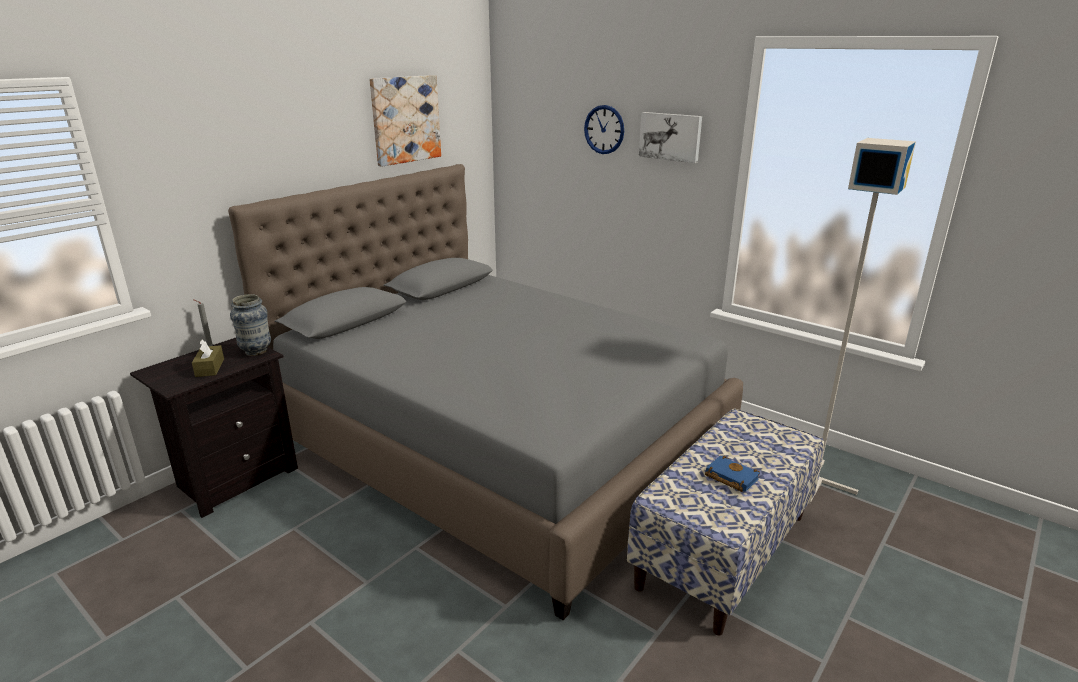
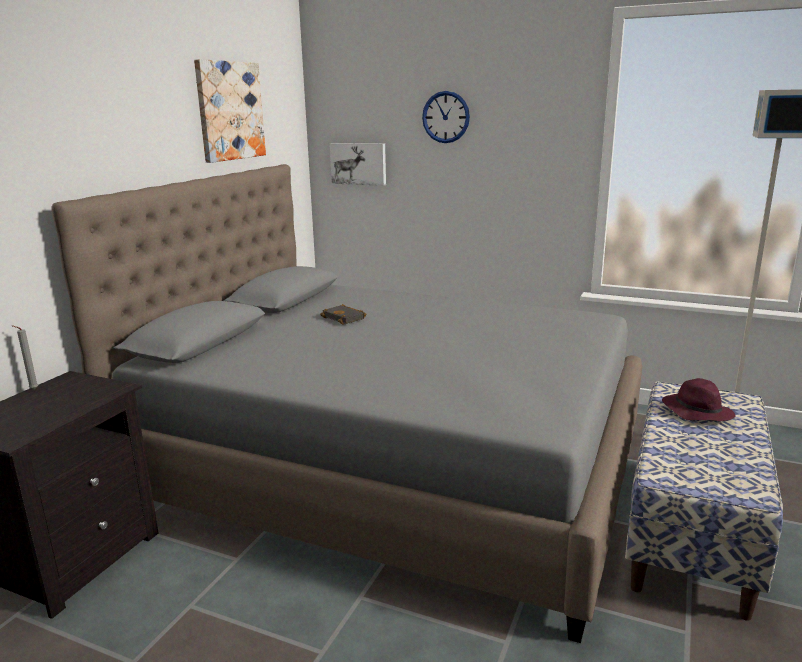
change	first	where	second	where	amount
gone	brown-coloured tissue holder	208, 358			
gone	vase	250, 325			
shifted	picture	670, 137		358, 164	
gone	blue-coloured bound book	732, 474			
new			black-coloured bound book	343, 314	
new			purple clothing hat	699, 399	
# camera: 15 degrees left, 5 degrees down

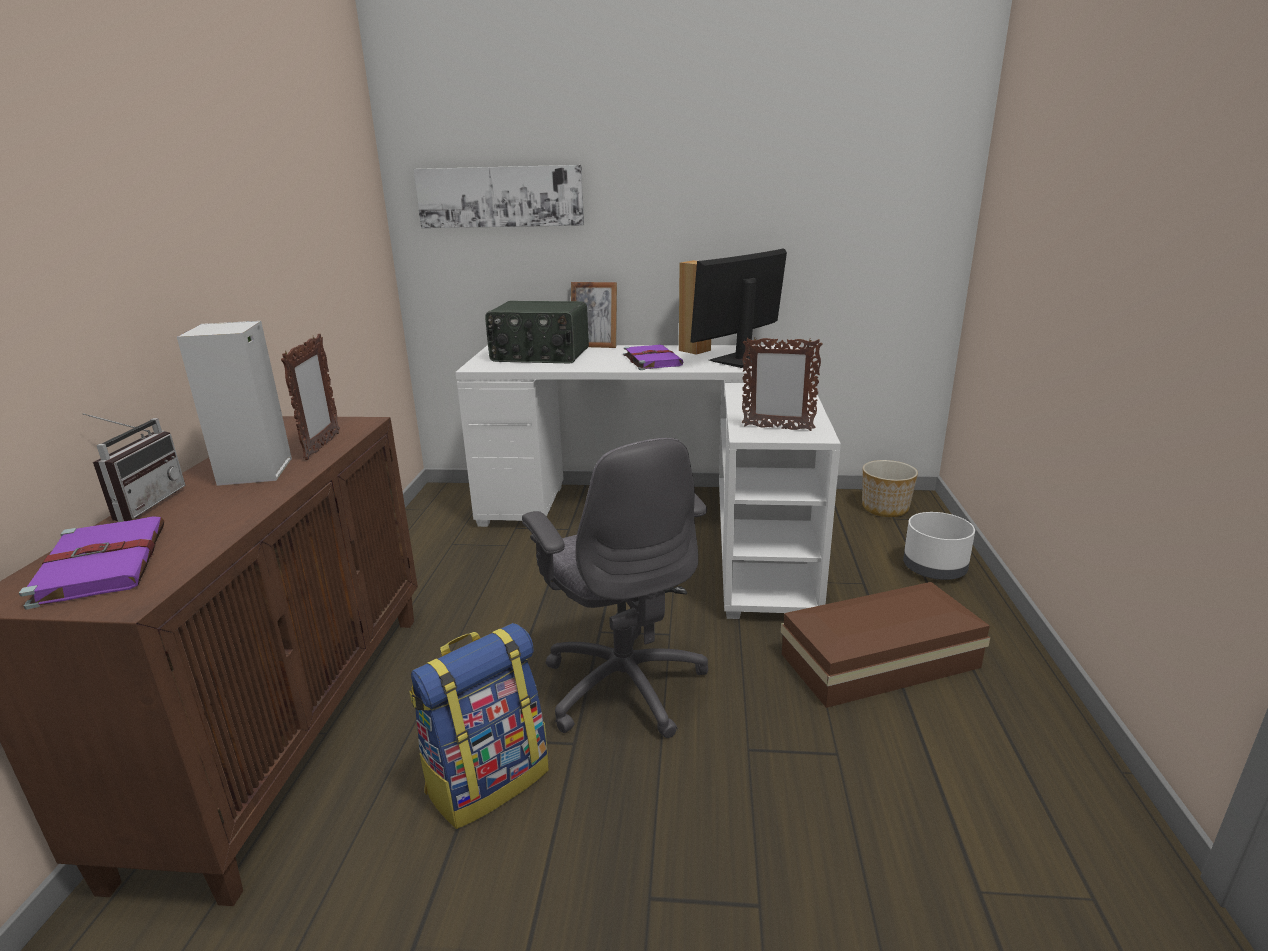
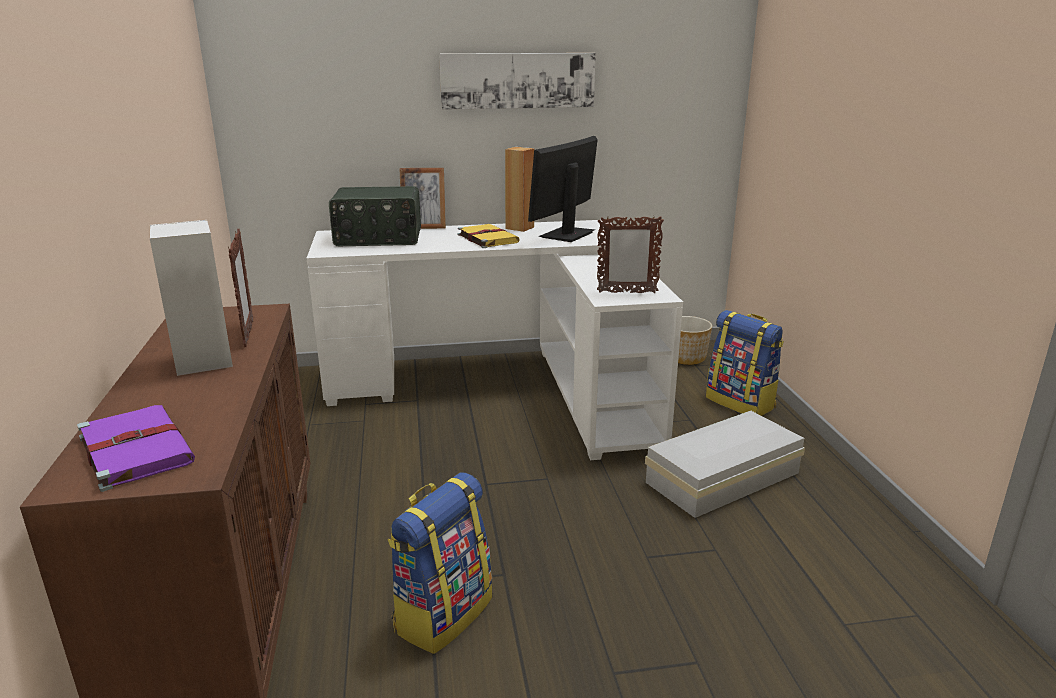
change	first	where	second	where	amount
gone	radio set	134, 467			
shifted	picture	499, 196		517, 81	
gone	gray office chair	615, 588			
repainted	purple bound book	653, 357	yellow bound book	488, 236	
repainted	brown-coloured storage box	885, 645	white-coloured storage box	725, 464	
swapped	white-coloured plant pot	939, 546	knapsack	745, 363	
# camera: 15 degrees left, 0 degrees up

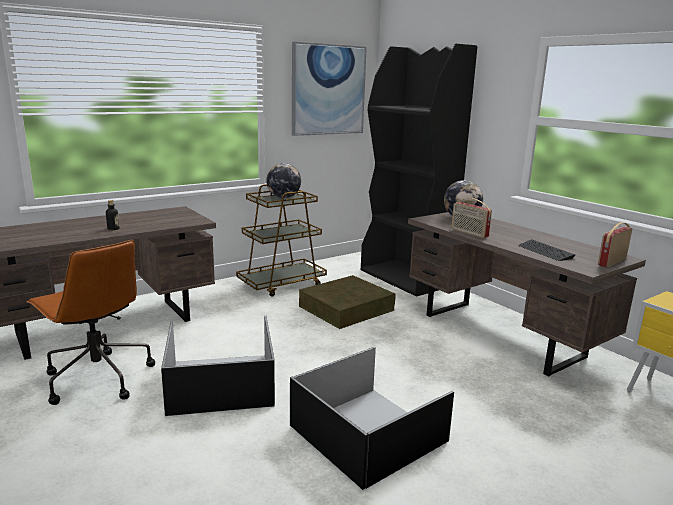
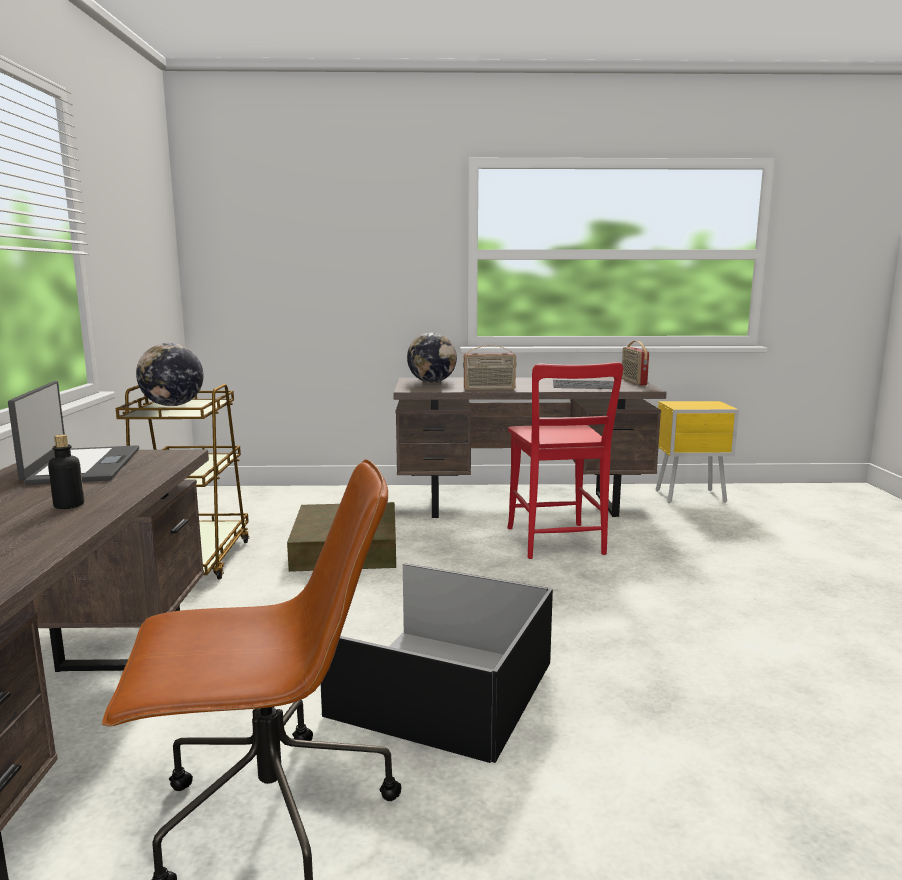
change	first	where	second	where	amount
gone	black-coloured storage box	372, 418			
gone	picture	329, 89			
gone	black-coloured bookshelf	419, 170			
new			portable computer	73, 433	
new			red upright chair	565, 460	
# camera: 55 degrees left, 5 degrees down

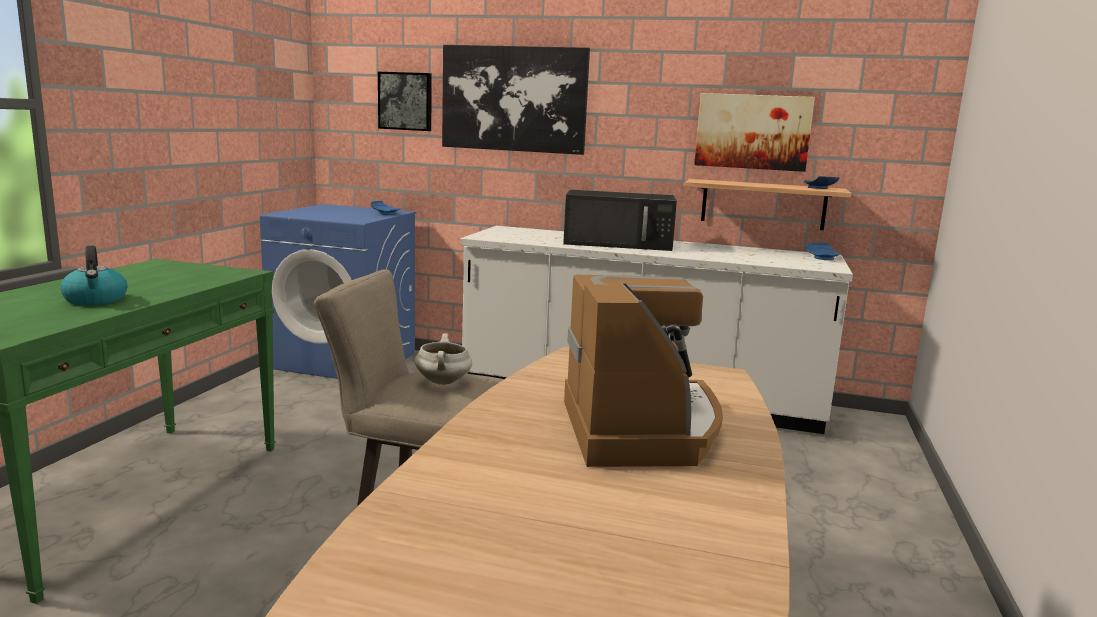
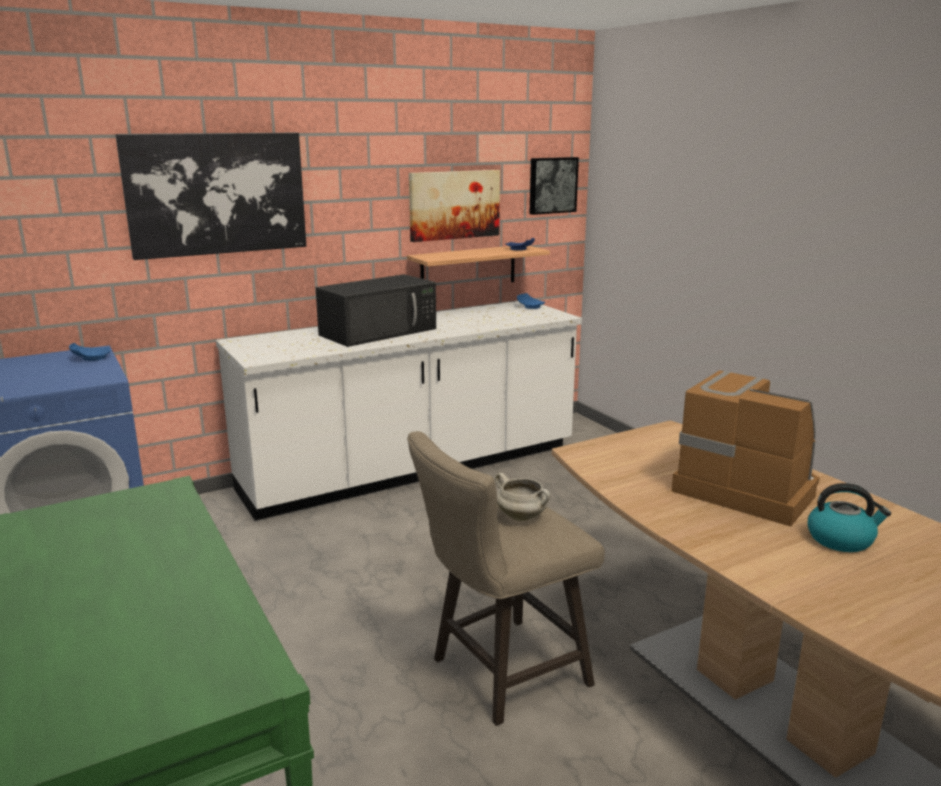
change	first	where	second	where	amount
shifted	kettle	93, 275		849, 517	
shifted	picture	405, 101		554, 186	
# camera: 45 degrees left, 5 degrees up

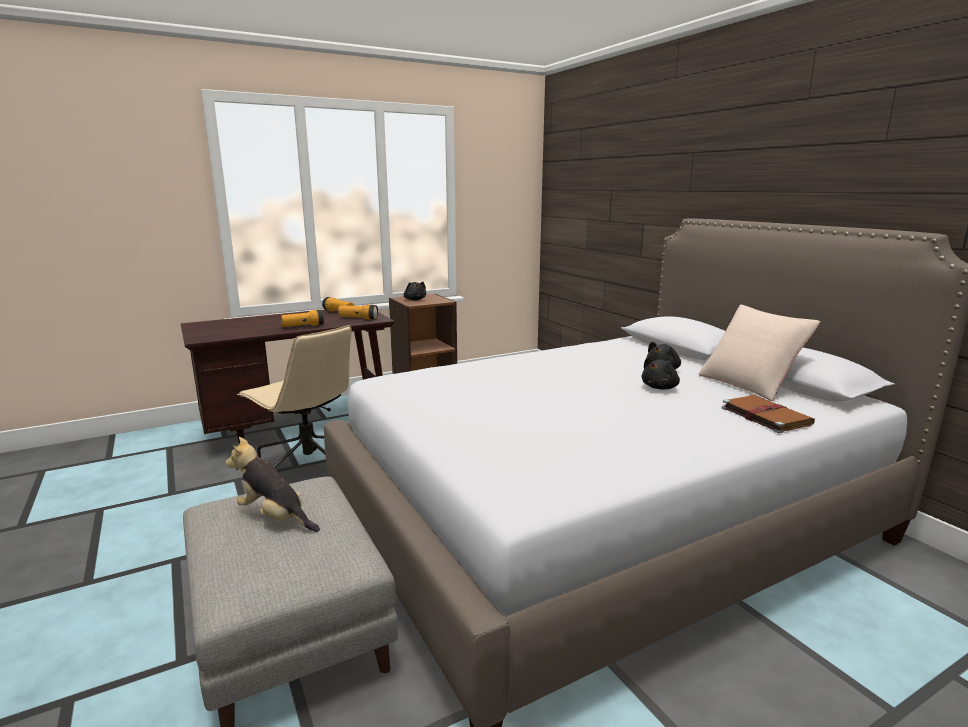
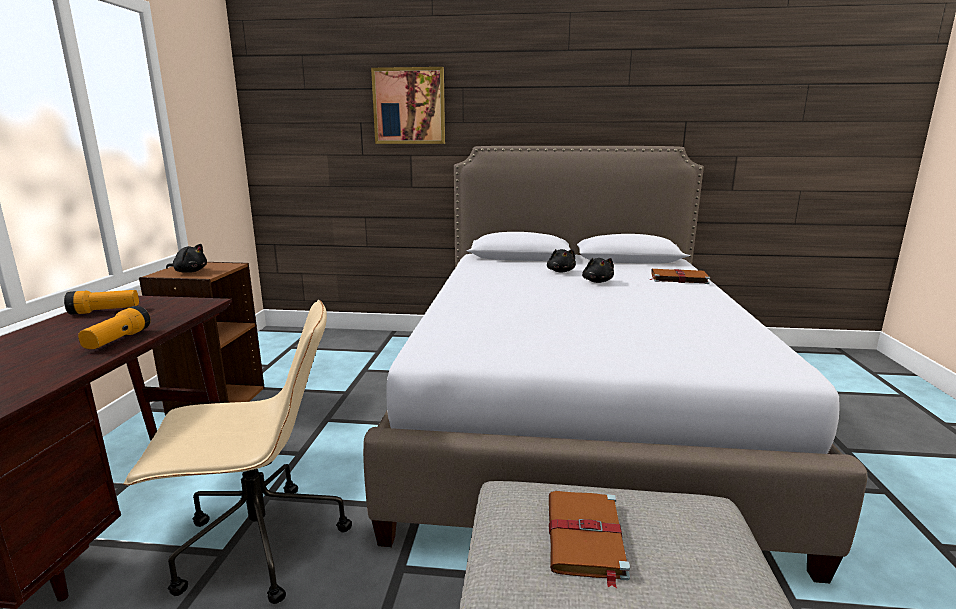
change	first	where	second	where	amount
swapped	plush toy	273, 484	brown-coloured bound book	589, 539	
gone	flashlight	358, 312			
gone	beige-coloured throw pillow	759, 353			
new			picture	408, 105	
# camera: 55 degrees left, 0 degrees up

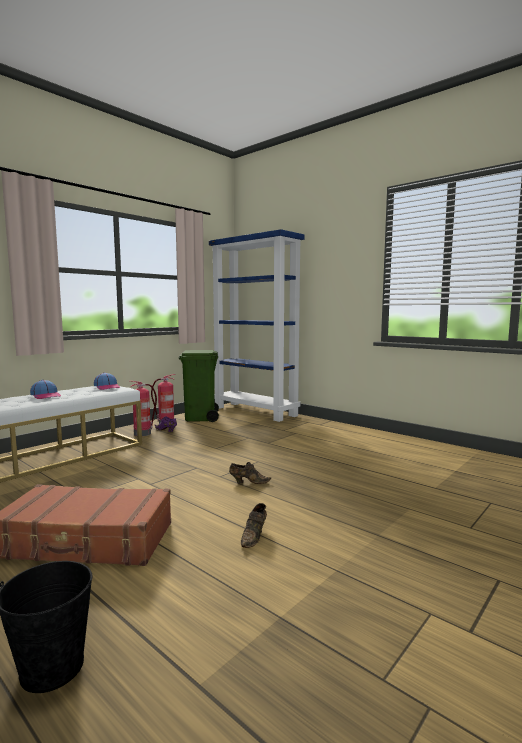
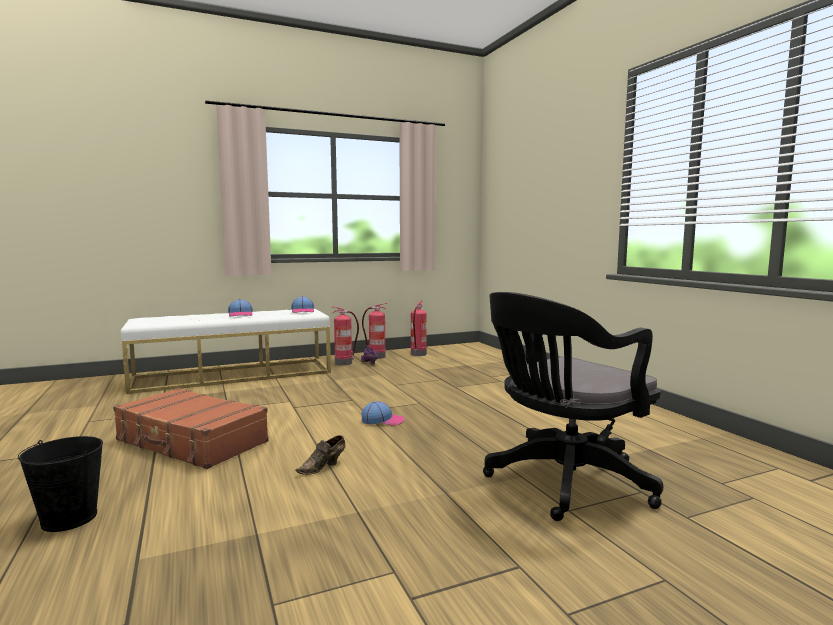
change	first	where	second	where	amount
swapped	green waste bin	199, 386	extinguisher	419, 328	
gone	blue-coloured bookshelf	257, 325			
swapped	brown-coloured low shoe	250, 473	peaked cap	382, 413	
new			black-coloured office chair	573, 406	
# camera: 25 degrees right, 0 degrees up

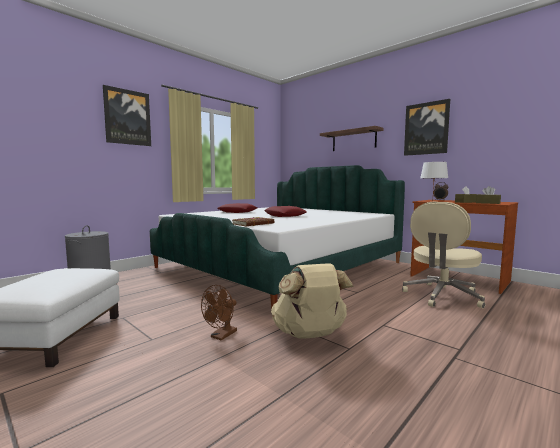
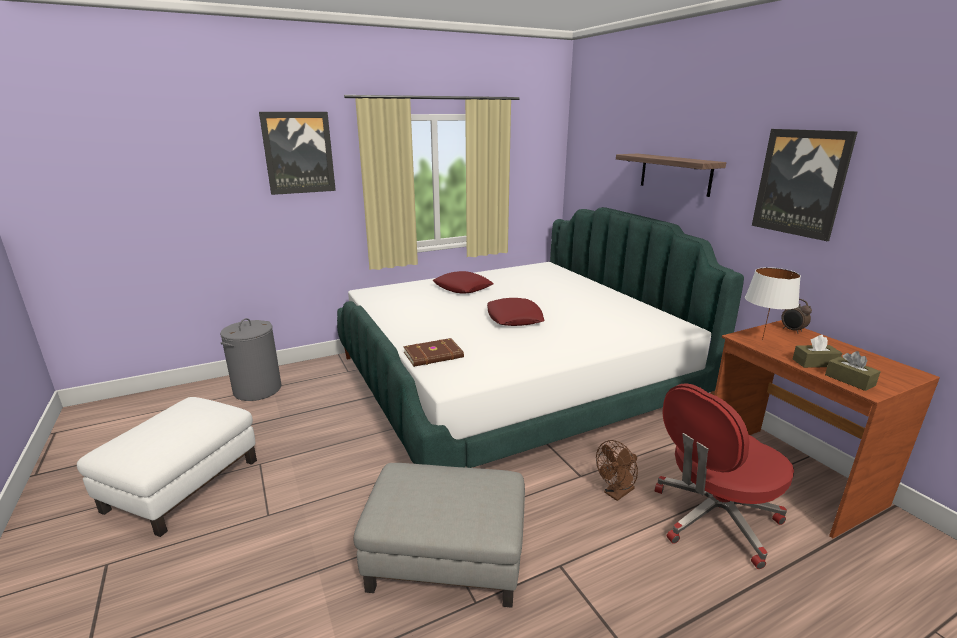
change	first	where	second	where	amount
shifted	brown-coloured fan	219, 313		617, 470	
swapped	beige-coloured knapsack	312, 300	gray ottoman	439, 535	
repainted	beige-coloured office chair	443, 255	red office chair	724, 476	
# camera: 20 degrees right, 15 degrees up

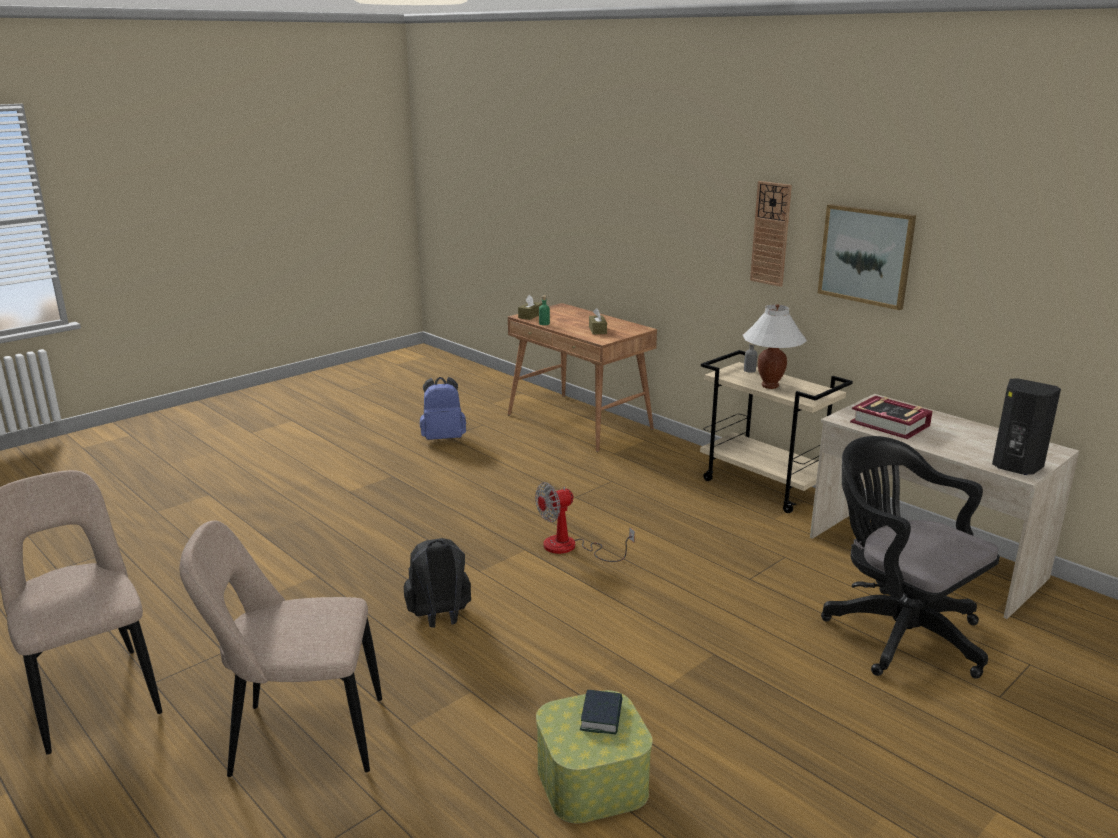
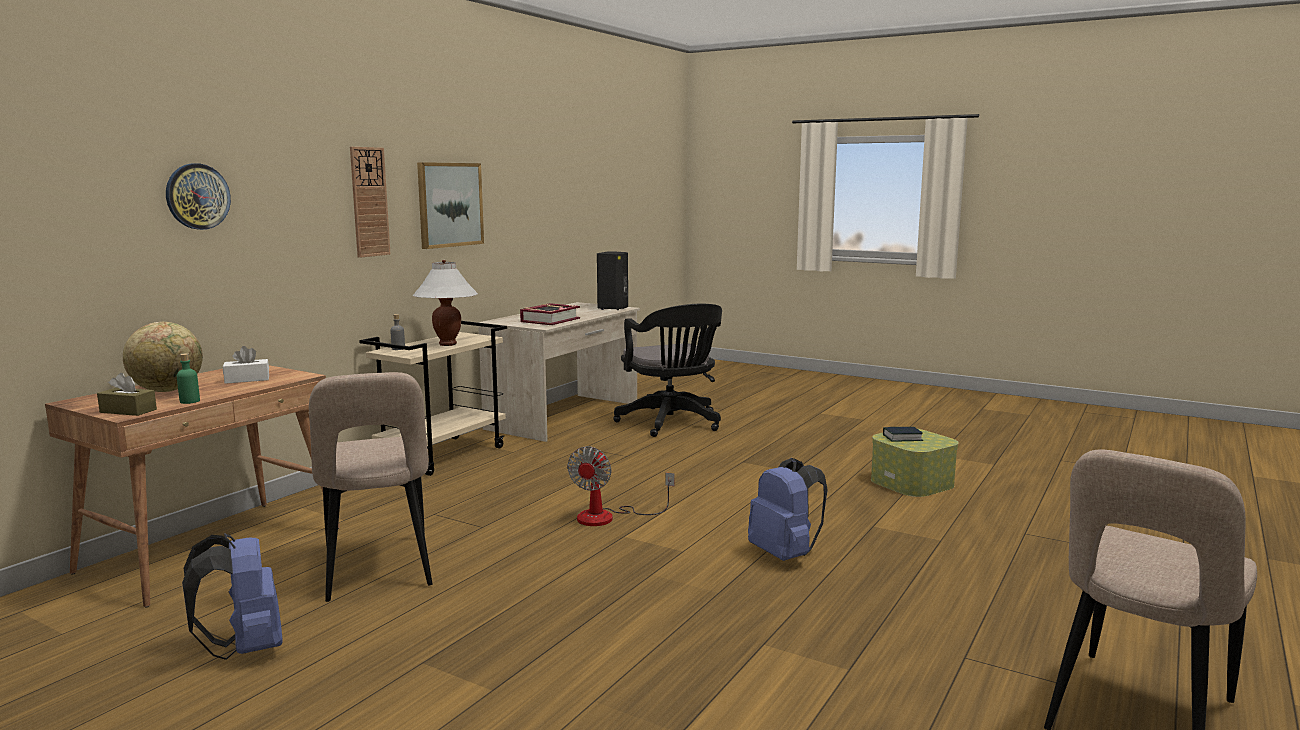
change	first	where	second	where	amount
shifted	beige-coloured upright chair	281, 648		371, 487	
repainted	black-coloured knapsack	437, 583	blue-coloured knapsack	788, 509	
rotated	fan	585, 522		621, 486	60 degrees clockwise
repainted	brown-coloured tissue holder	598, 321	white-coloured tissue holder	246, 365	
rotated	black-coloured office chair	910, 557		667, 370	60 degrees counterclockwise
new			desk globe	163, 357	
new			wall clock	198, 197	
# camera: 105 degrees left, 10 degrees down

